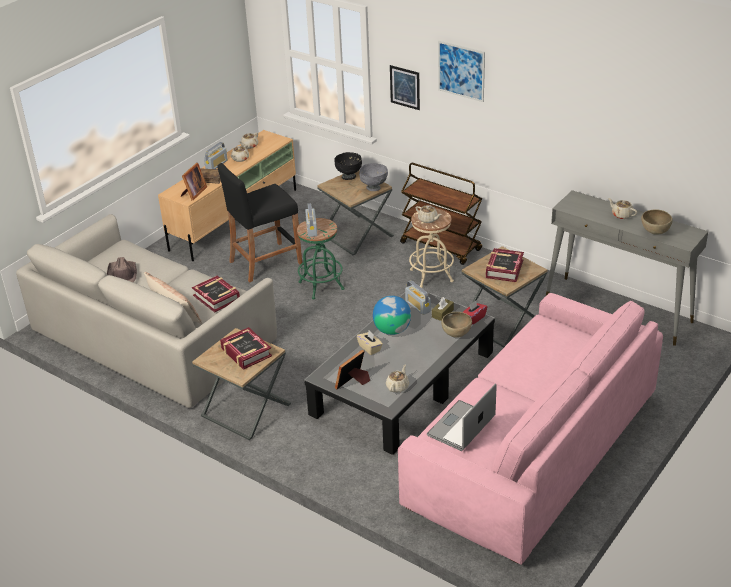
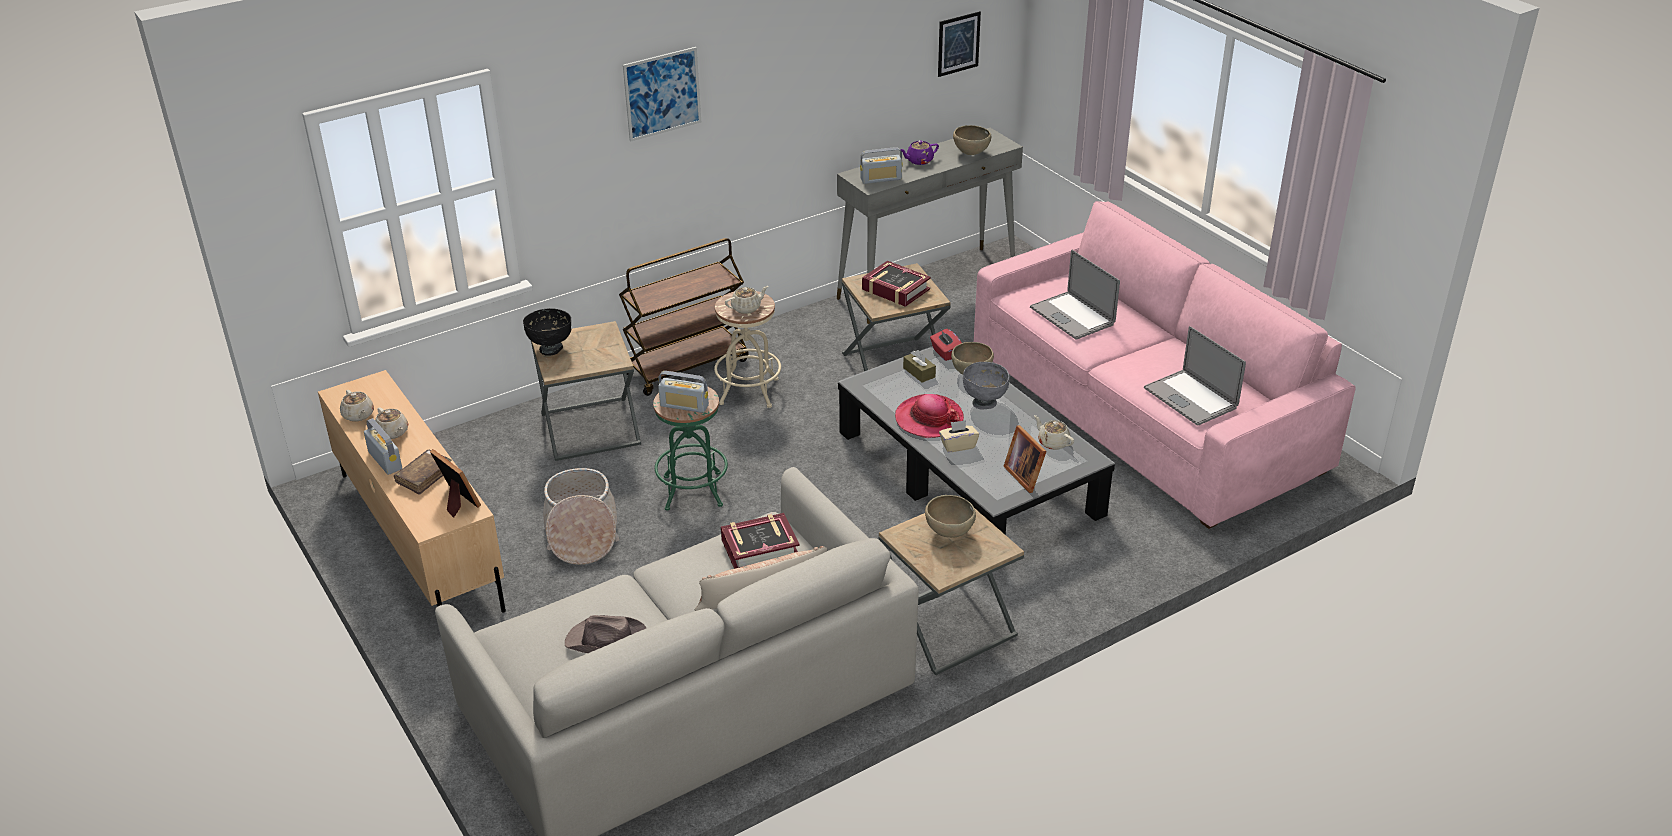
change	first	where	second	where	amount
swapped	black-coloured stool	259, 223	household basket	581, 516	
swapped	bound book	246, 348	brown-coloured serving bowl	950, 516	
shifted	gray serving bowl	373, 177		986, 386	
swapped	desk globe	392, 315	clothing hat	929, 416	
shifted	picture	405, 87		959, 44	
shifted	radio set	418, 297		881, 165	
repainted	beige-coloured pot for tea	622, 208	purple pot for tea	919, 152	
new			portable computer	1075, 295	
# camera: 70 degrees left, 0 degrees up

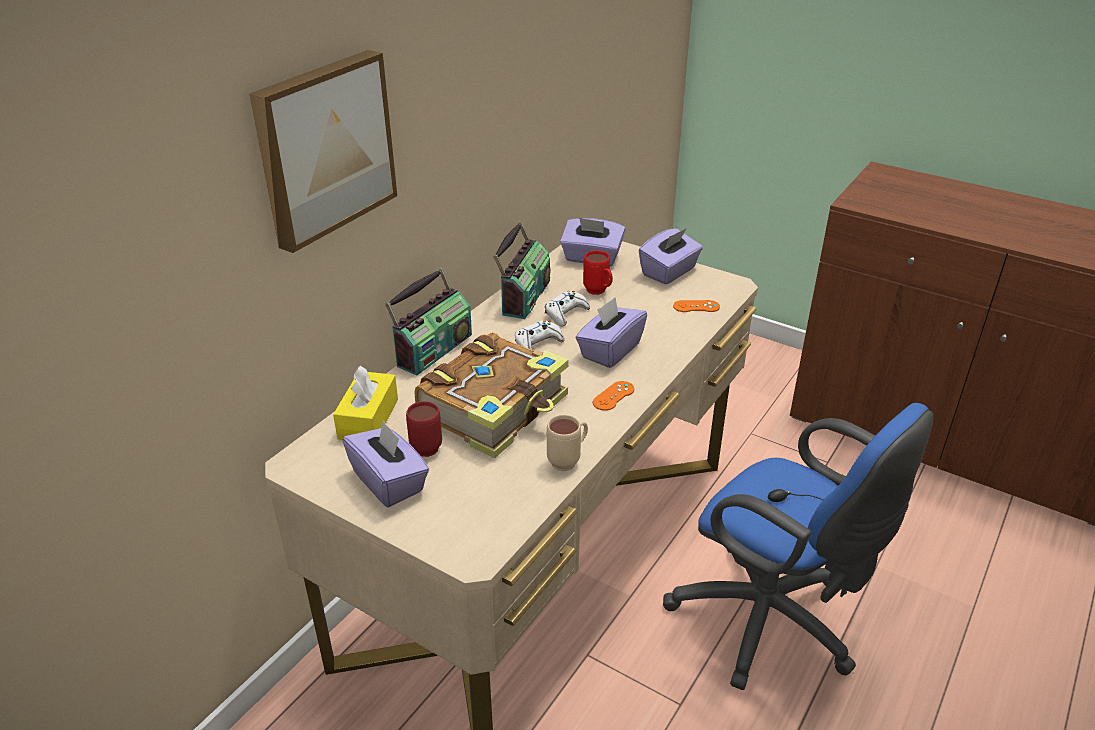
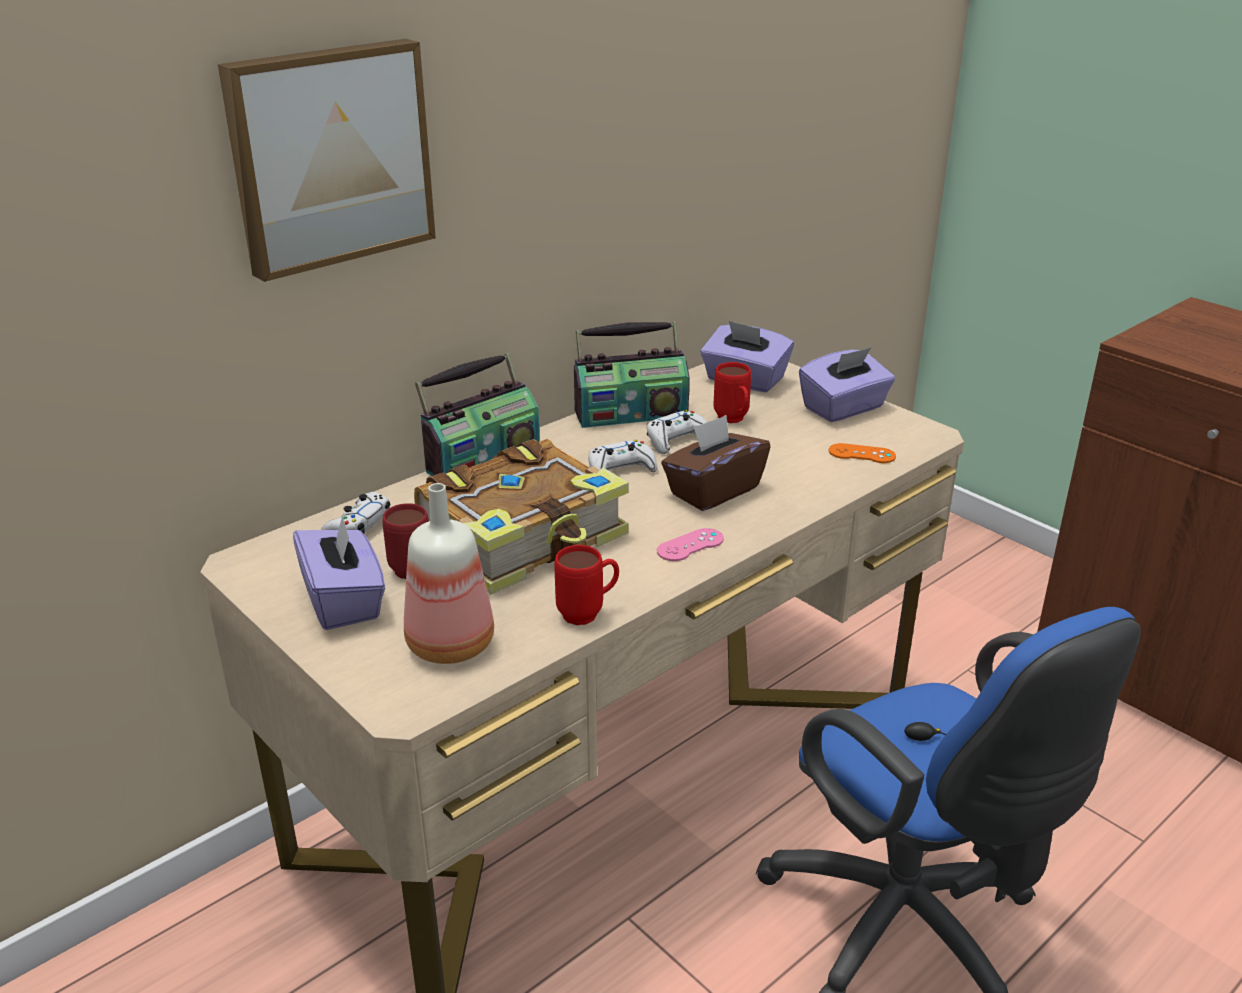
change	first	where	second	where	amount
swapped	yellow tissue holder	365, 403	white-coloured joypad	355, 513	
rotated	radio set	522, 270		632, 375	45 degrees clockwise
repainted	beige-coloured tea mug	567, 443	red tea mug	586, 585	
repainted	purple tissue holder	611, 332	brown-coloured tissue holder	716, 463	
repainted	orange joypad	613, 396	pinkish joypad	690, 544	
new			drink bottle	449, 573	
# camera: 15 degrees right, 5 degrees down

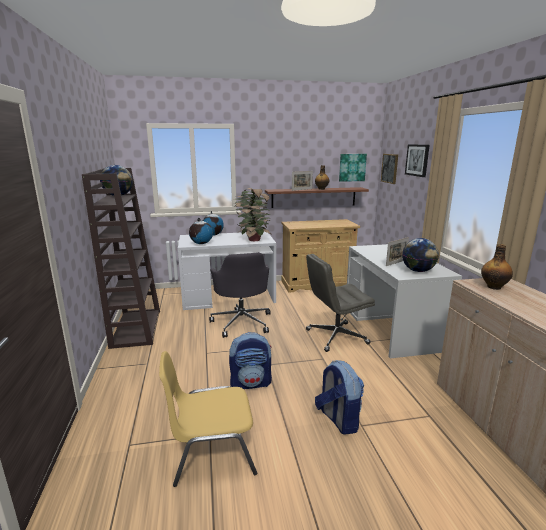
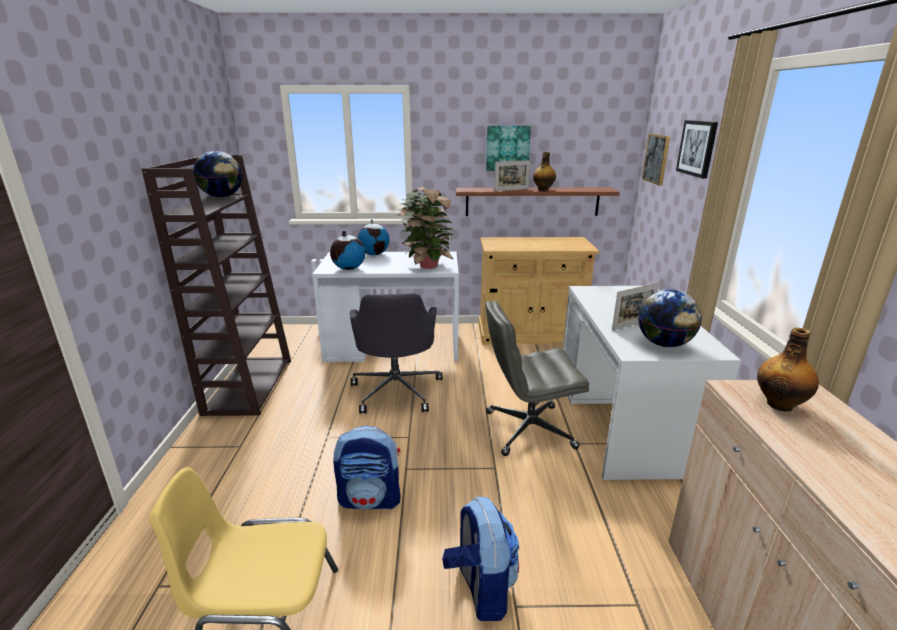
change	first	where	second	where	amount
shifted	picture	353, 168		508, 148	
# camera: 10 degrees right, 5 degrees up

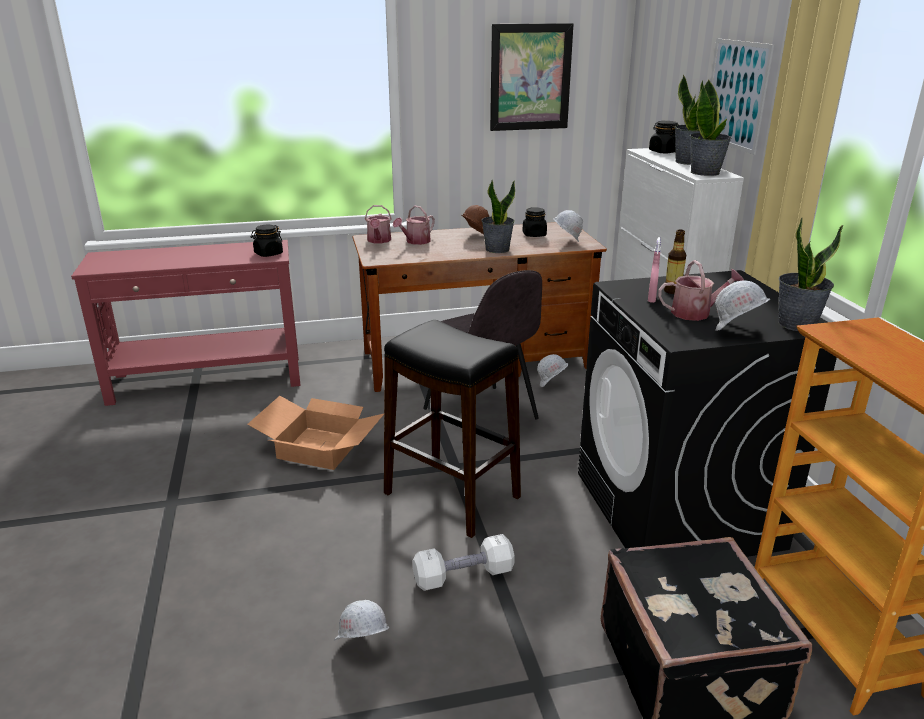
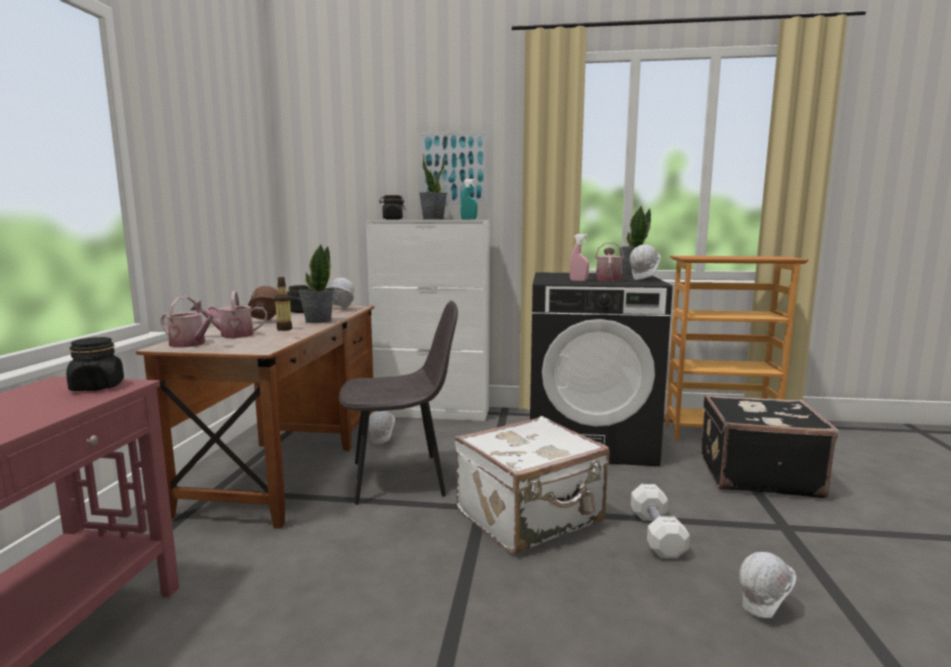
change	first	where	second	where	amount
gone	packing box	315, 433			
swapped	black-coloured stool	452, 429	white-coloured piece of luggage	532, 485	
rotated	watering pot	414, 225		228, 314	105 degrees clockwise
gone	picture	531, 77			
shifted	drink bottle	675, 261		283, 304	
swapped	houseplant	711, 127	turquoise-coloured sprayer	468, 199	
# camera: 70 degrees left, 15 degrees down

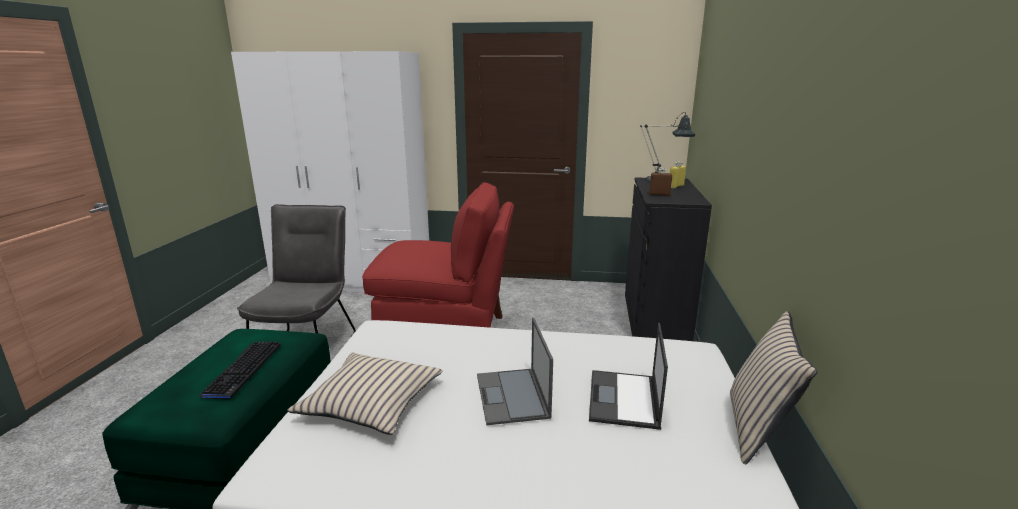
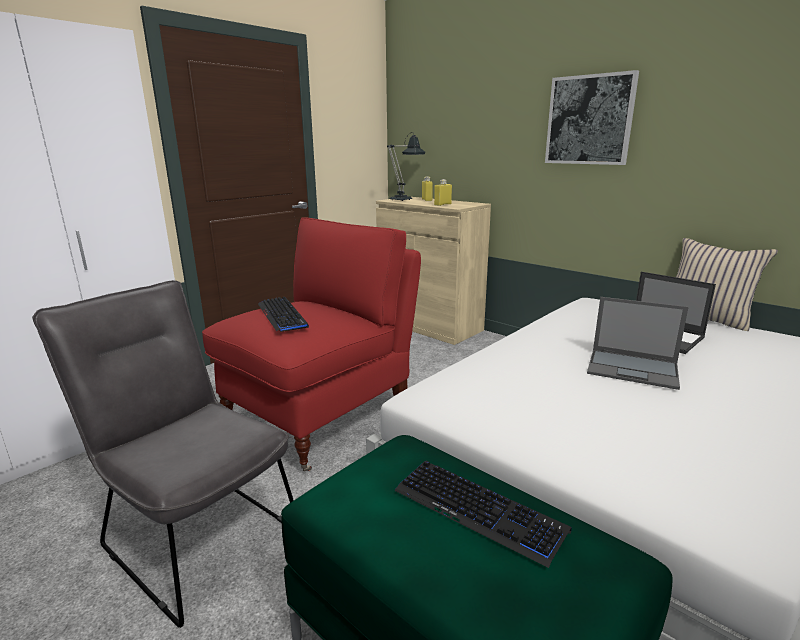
change	first	where	second	where	amount
gone	beige-coloured throw pillow	365, 394			
repainted	black-coloured storage cabinet	668, 259	beige-coloured storage cabinet	433, 271	
repainted	brown-coloured drink bottle	660, 182	yellow drink bottle	443, 192	
new			computer keyboard	283, 314	
new			picture	592, 117	
# camera: 55 degrees left, 0 degrees up

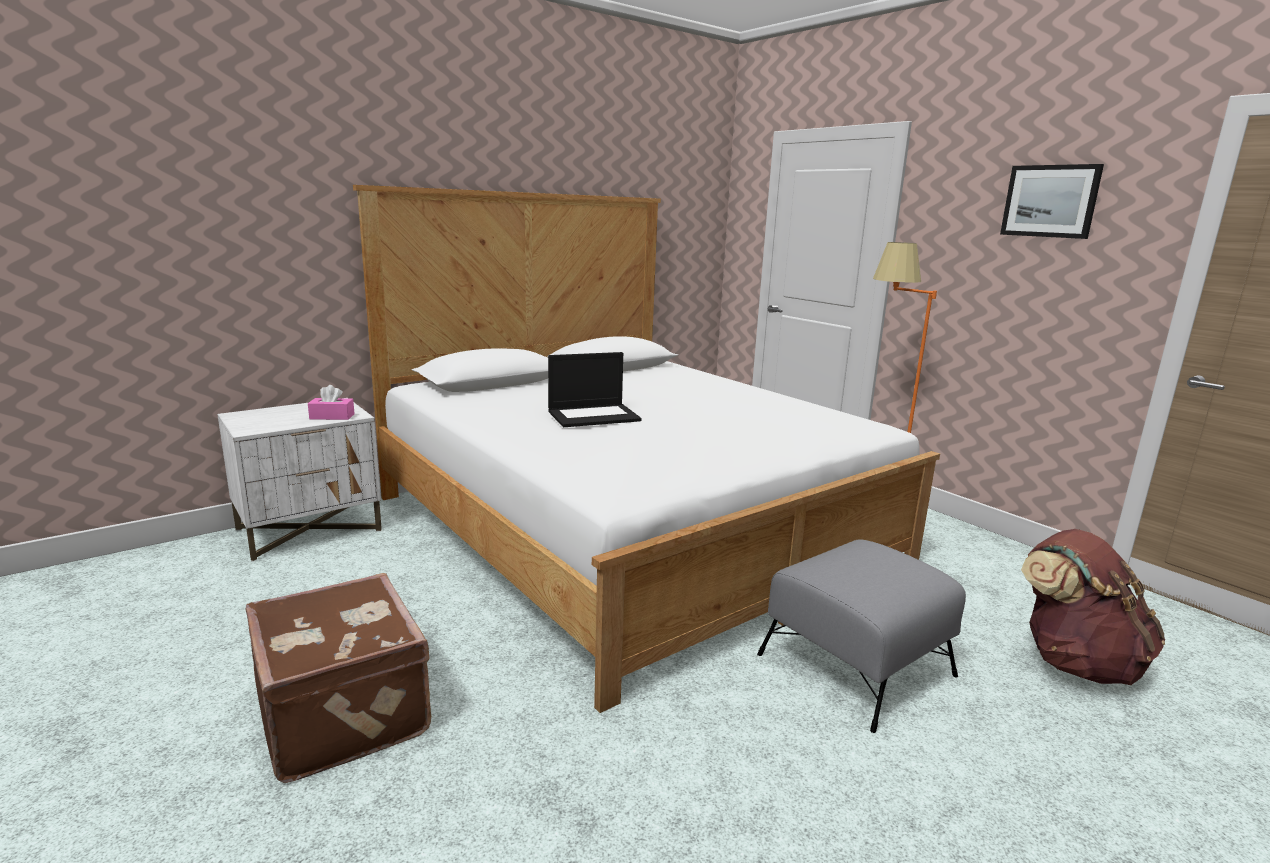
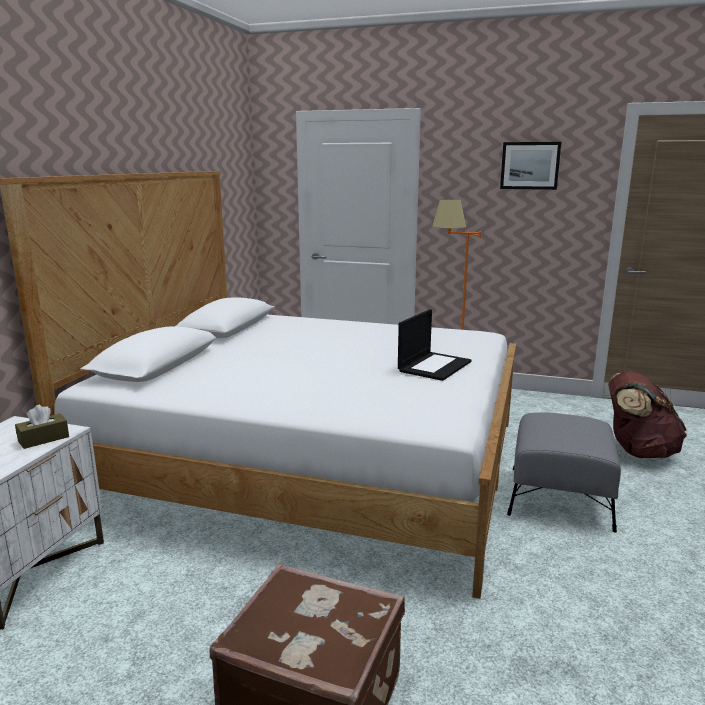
change	first	where	second	where	amount
repainted	pinkish tissue holder	331, 402	brown-coloured tissue holder	42, 427	
shifted	portable computer	595, 389		435, 345	
# camera: 35 degrees left, 0 degrees up

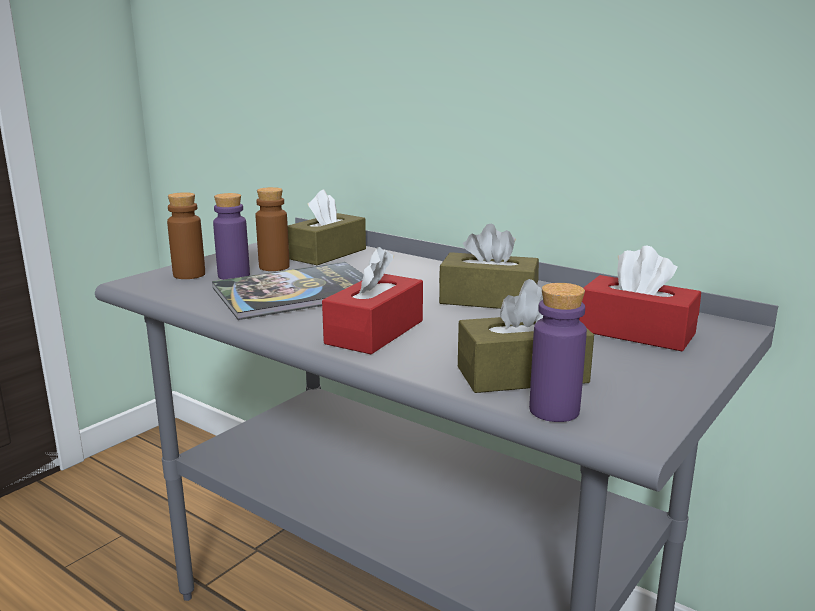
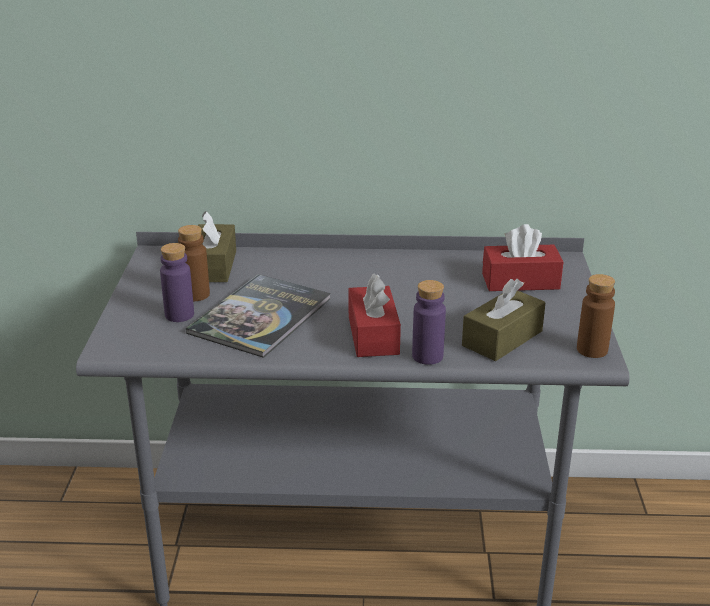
change	first	where	second	where	amount
shifted	brown-coloured drink bottle	186, 235		596, 316	
gone	brown-coloured tissue holder	489, 266			
shifted	purple drink bottle	558, 352		429, 322	
# camera: 35 degrees left, 10 degrees up

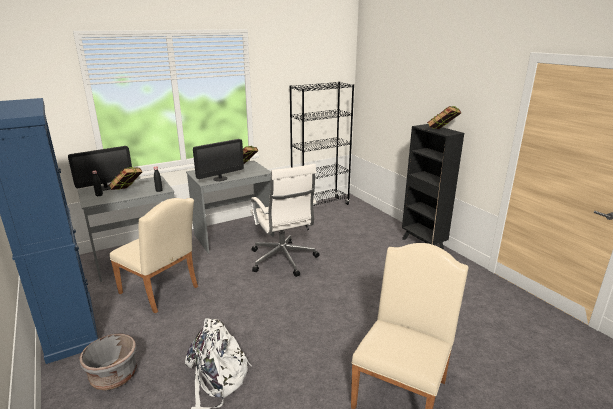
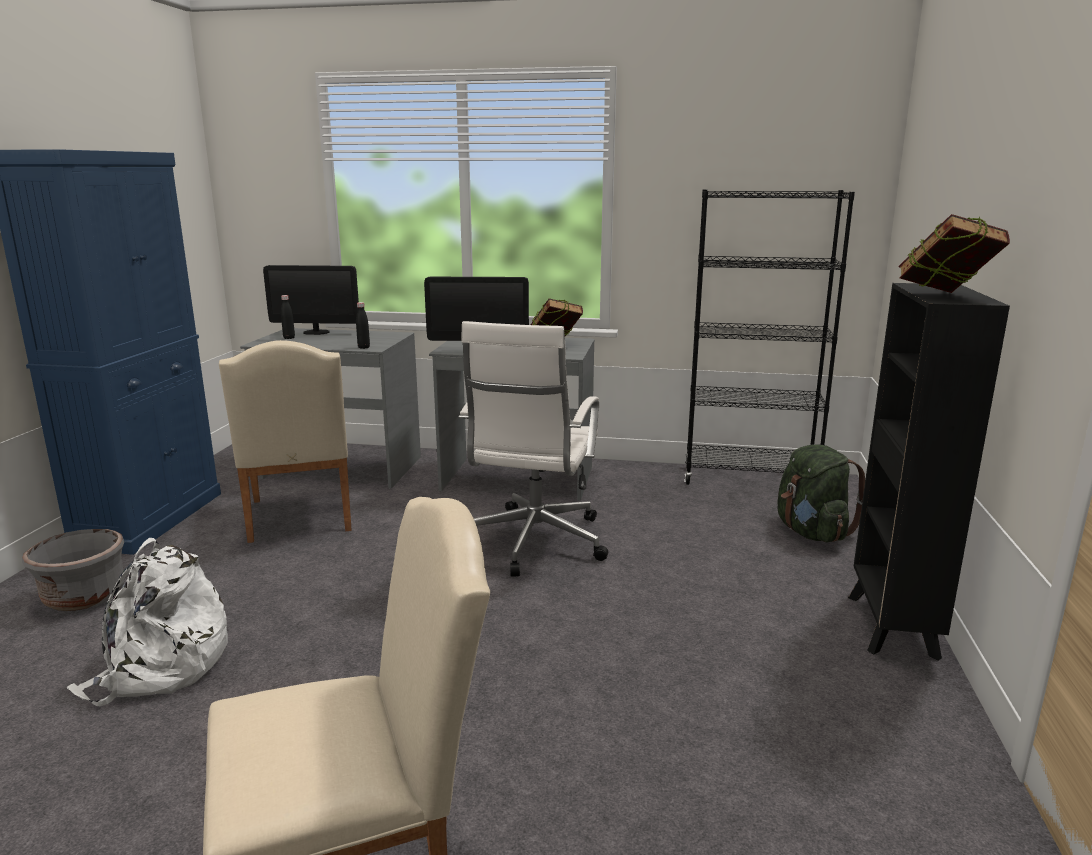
change	first	where	second	where	amount
gone	bound book	125, 178			
new			green knapsack	821, 493	
# camera: 40 degrees right, 5 degrees down

